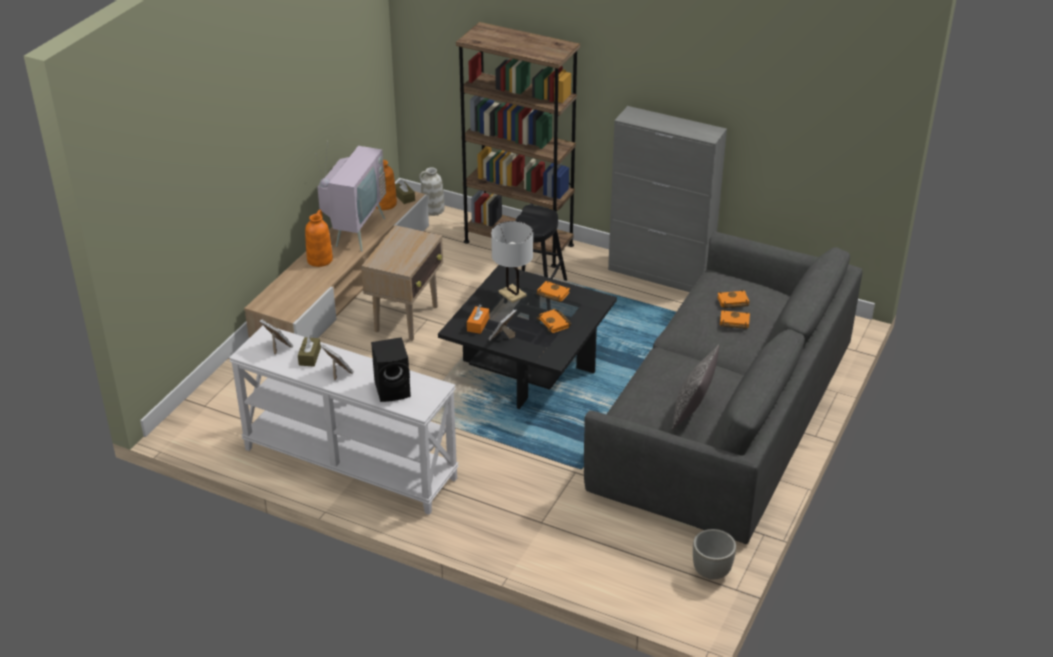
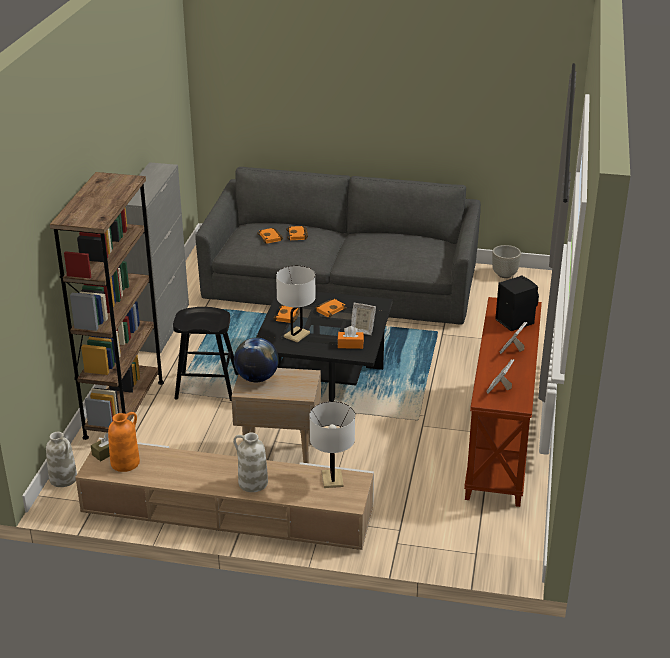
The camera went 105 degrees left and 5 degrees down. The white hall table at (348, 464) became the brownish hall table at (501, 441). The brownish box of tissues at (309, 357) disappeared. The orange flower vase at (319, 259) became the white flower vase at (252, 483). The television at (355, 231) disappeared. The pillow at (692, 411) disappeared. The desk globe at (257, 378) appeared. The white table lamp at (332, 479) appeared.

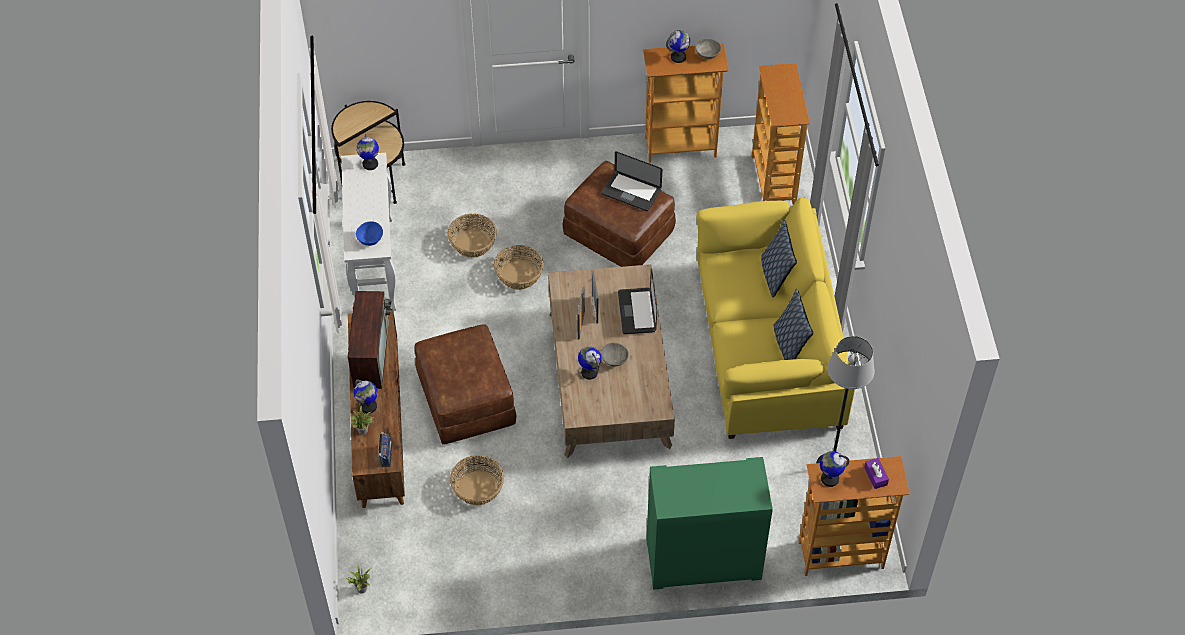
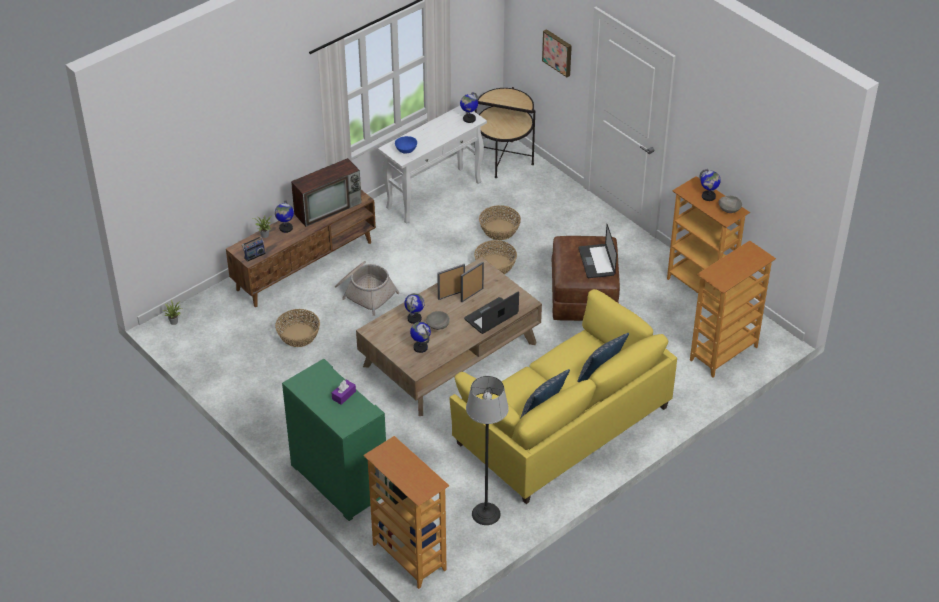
The camera went 55 degrees right and 10 degrees down. The brownish pouffe at (465, 399) was replaced by the household basket at (365, 293). The desk globe moved from (829, 478) to (420, 347). The purplish box of tissues moved from (875, 476) to (344, 395). The picture at (558, 52) appeared.

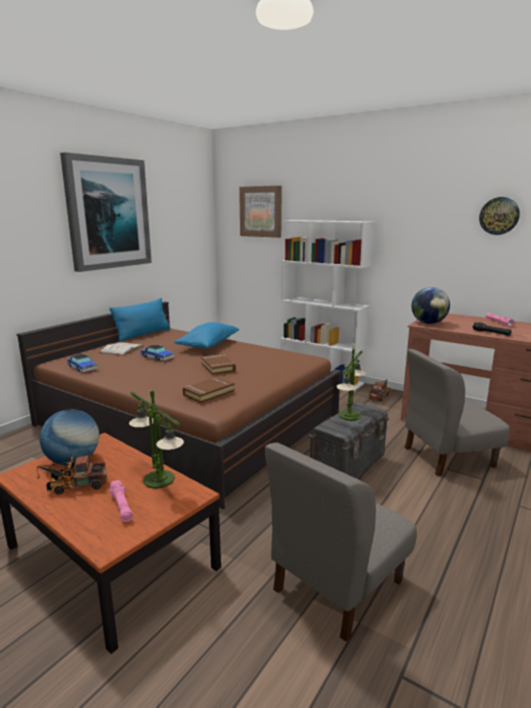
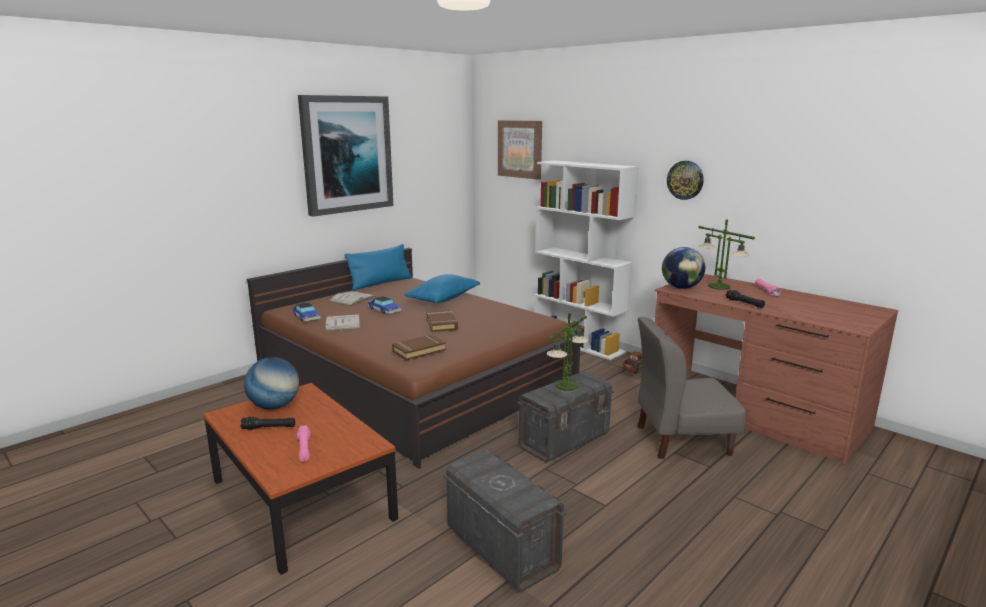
The camera went 10 degrees right and 0 degrees up. The model truck at (74, 486) was replaced by the blackish hand torch at (269, 428). The table lamp moved from (158, 479) to (718, 286). The grey plain chair at (336, 585) was replaced by the grey storage container at (501, 547). The wall clock moved from (499, 216) to (685, 180). The white volume at (343, 323) appeared.

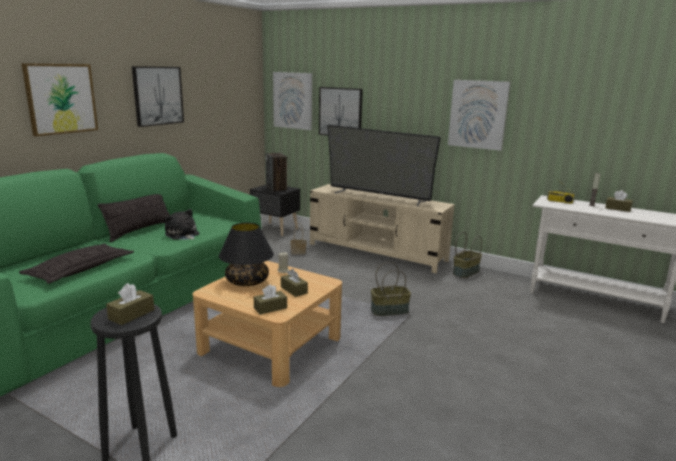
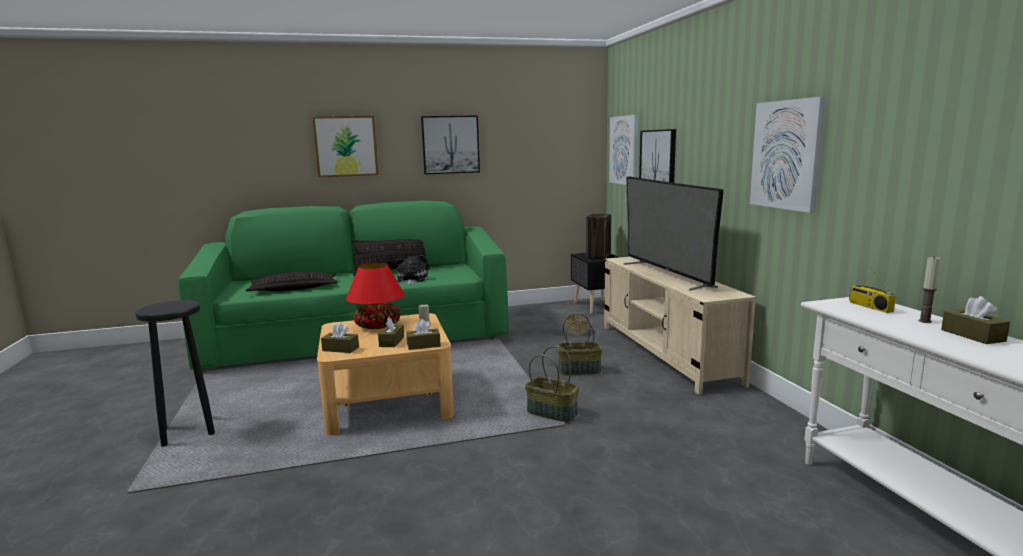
The camera went 45 degrees right and 5 degrees down. The brownish box of tissues moved from (131, 314) to (423, 345). The blackish table lamp at (247, 282) became the red table lamp at (377, 326). The household basket moved from (465, 272) to (579, 370).

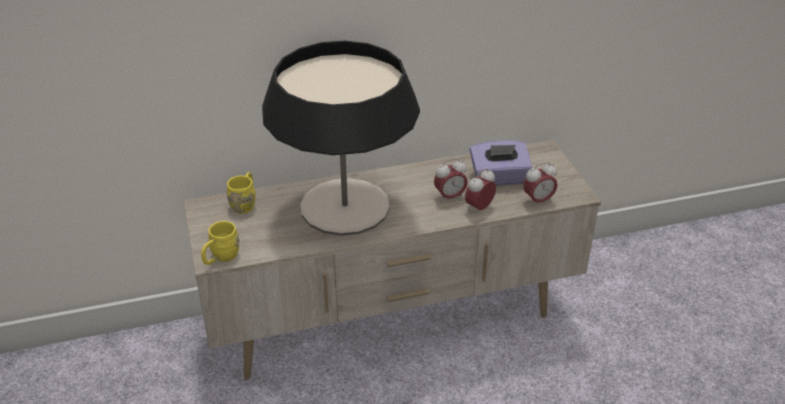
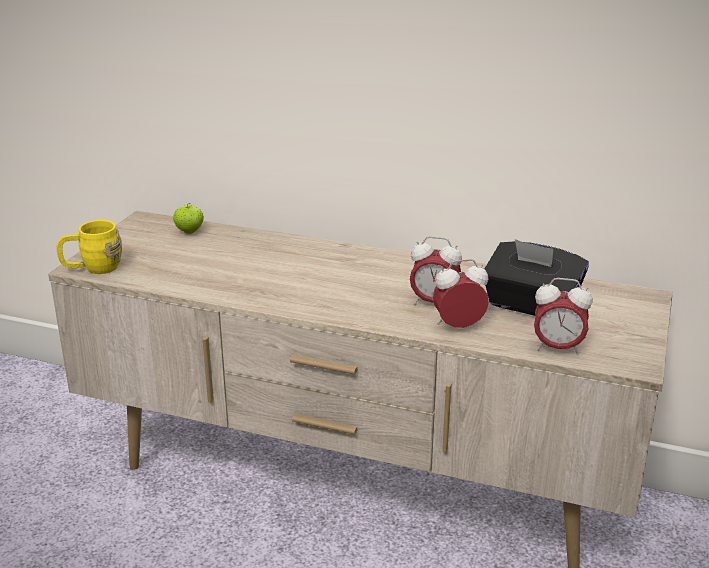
The camera went 35 degrees right and 10 degrees down. The yellow-coloured mug at (245, 203) was replaced by the apple fruit at (189, 231). The table lamp at (345, 207) disappeared. The purplish box of tissues at (499, 178) became the blackish box of tissues at (531, 305).

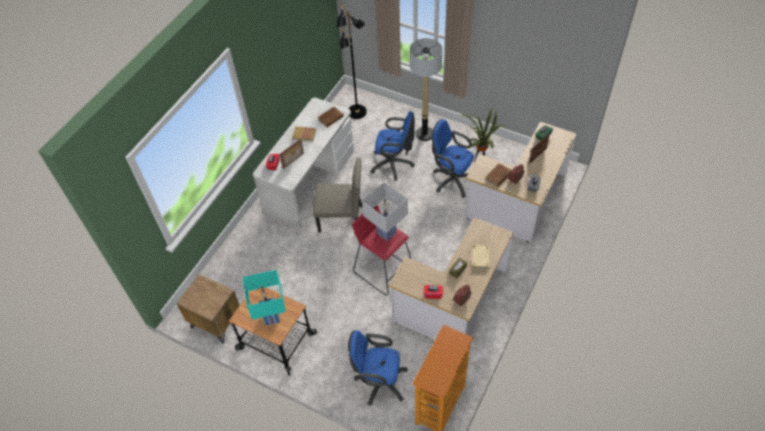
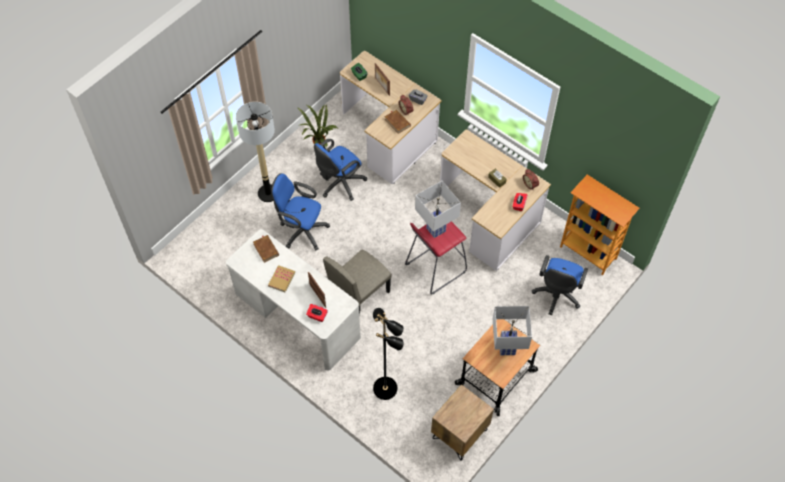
The camera went 80 degrees left and 5 degrees up. The turquoise table lamp at (271, 318) became the white table lamp at (507, 348). The sand-coloured plain chair at (341, 219) turned 150 degrees counterclockwise. The blackish floor lamp moved from (357, 112) to (386, 388). The bluish computer chair at (394, 164) turned 90 degrees counterclockwise. The sand-coloured volume at (481, 258) disappeared.

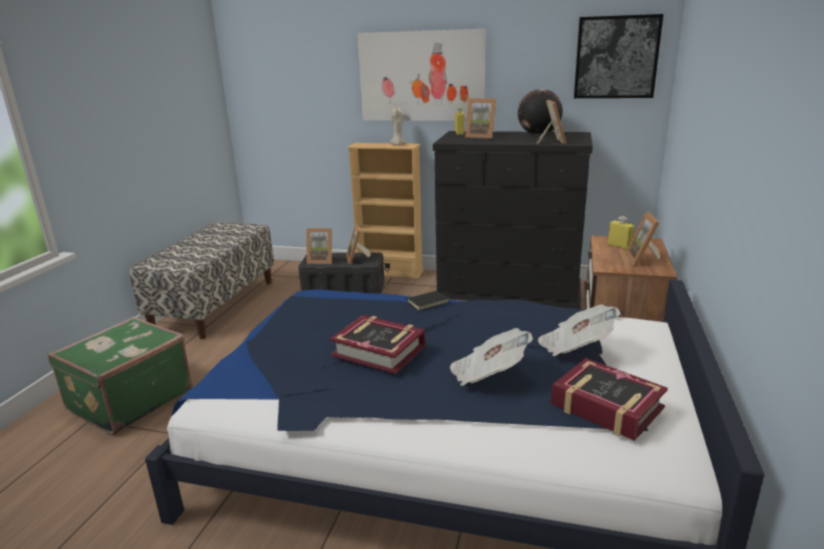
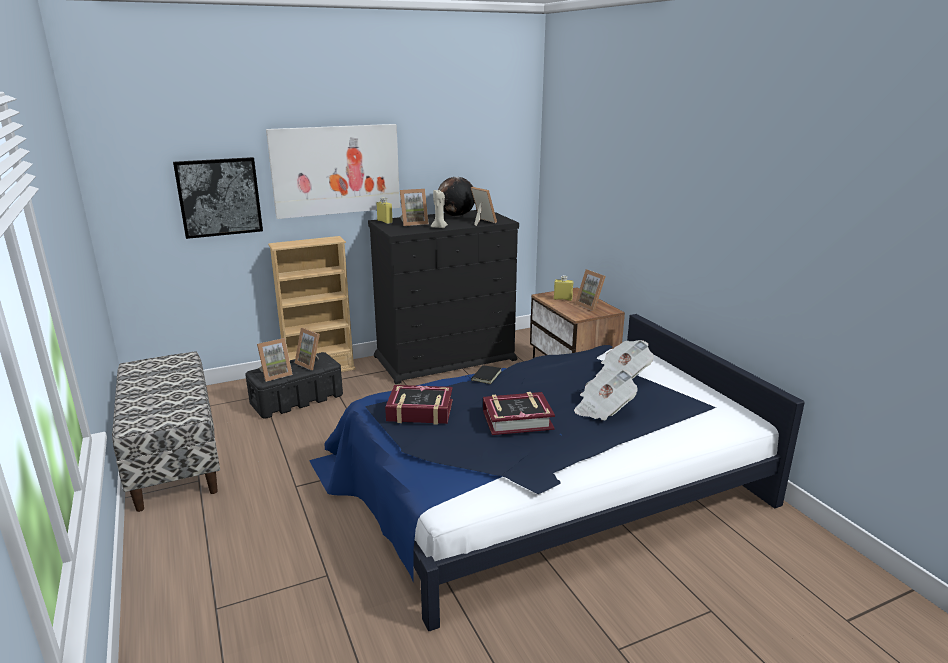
The camera went 40 degrees left and 0 degrees up. The greenish travel case at (129, 400) disappeared. The sand-coloured wax light moved from (398, 145) to (439, 227). The volume moved from (606, 406) to (420, 411). The picture moved from (616, 57) to (219, 197).

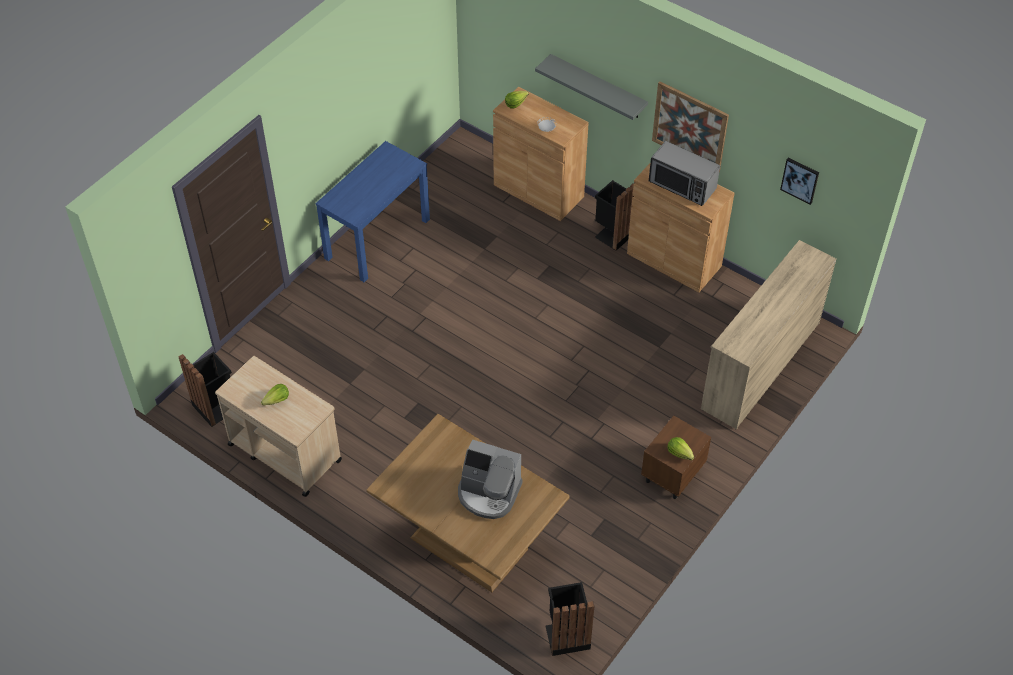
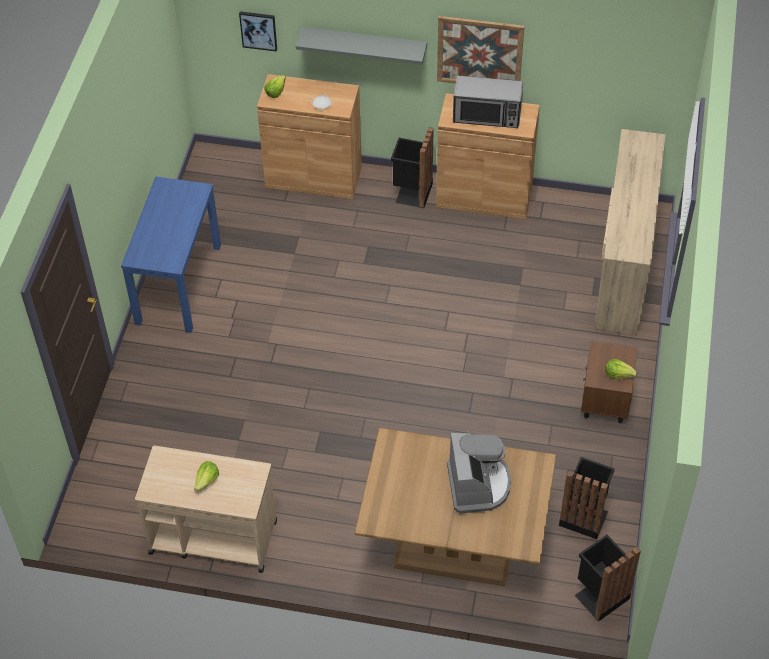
The camera went 25 degrees left and 0 degrees up. The blackish waste bin moved from (216, 406) to (583, 516). The coffee maker at (488, 493) turned 90 degrees counterclockwise. The picture moved from (800, 180) to (258, 30).

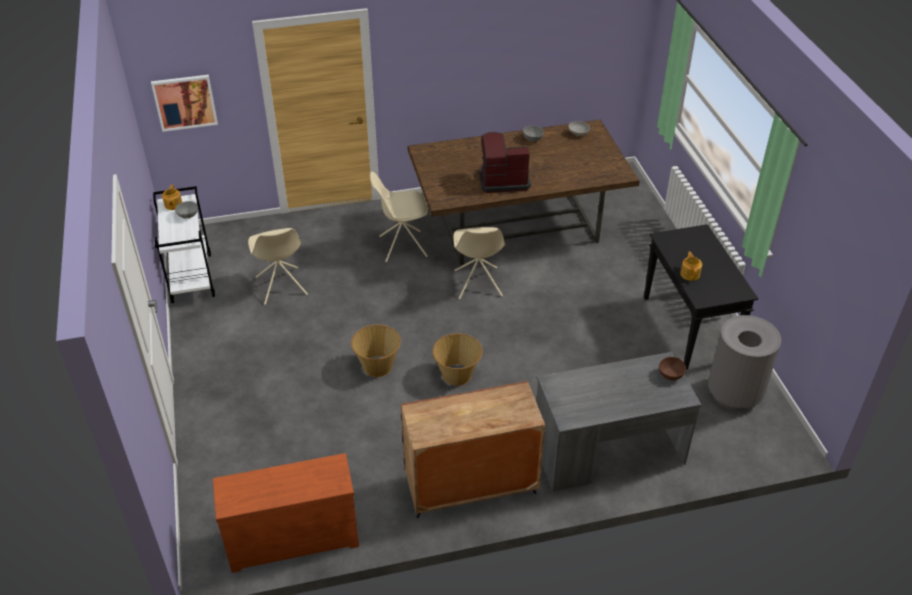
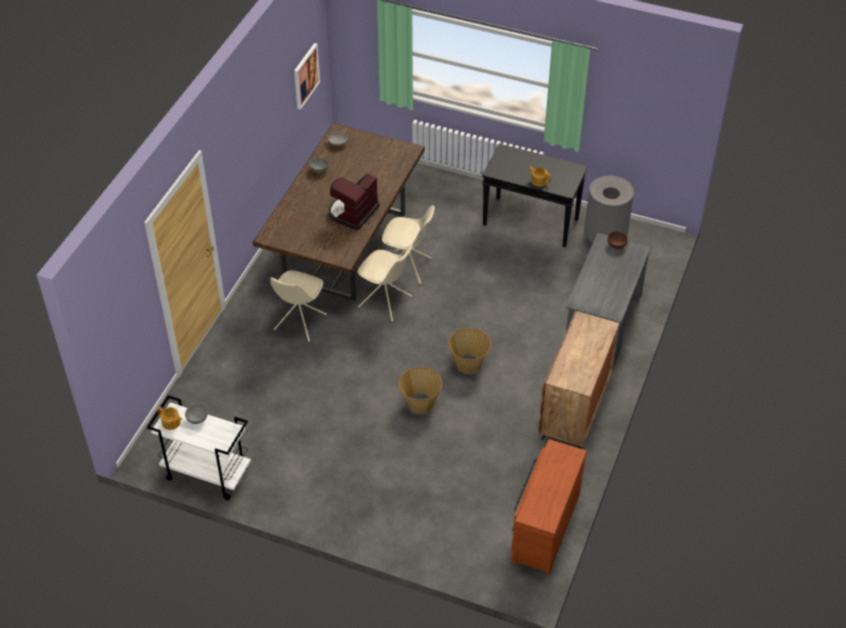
The camera went 55 degrees left and 5 degrees up. The picture moved from (185, 102) to (305, 76). The sand-coloured plain chair moved from (281, 287) to (408, 267).

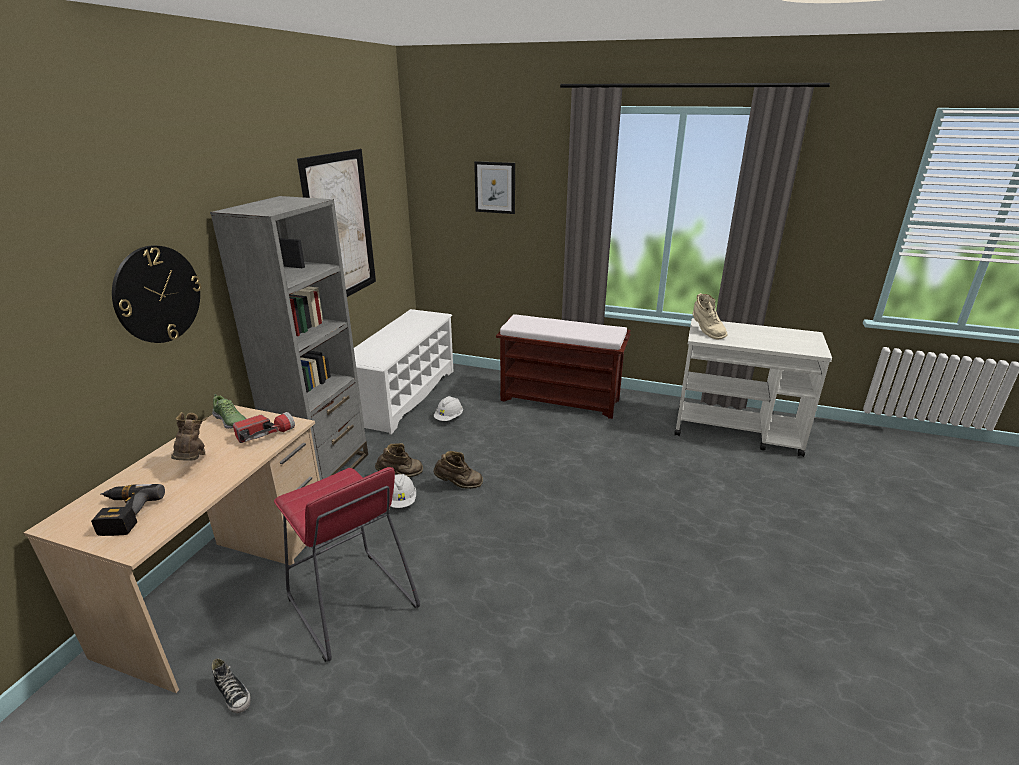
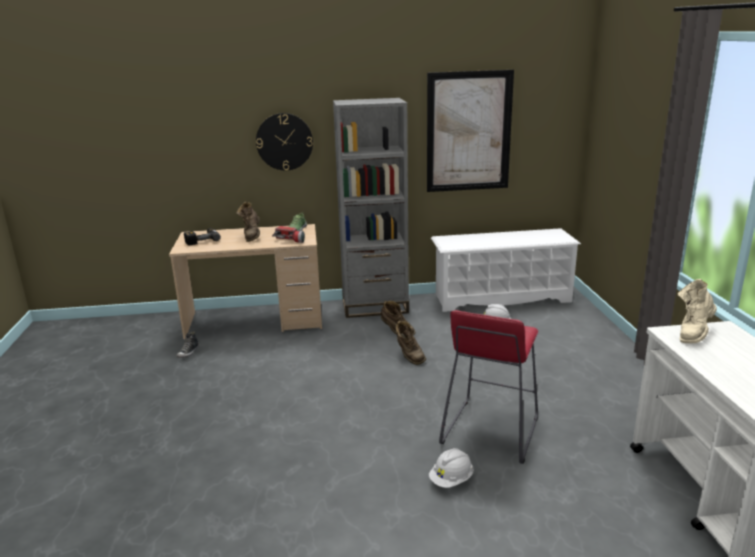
The camera went 65 degrees right and 5 degrees down. The brownish tall boot at (194, 462) turned 135 degrees clockwise. The red stool seat moved from (352, 603) to (490, 431). The white safety helmet moved from (401, 500) to (451, 480). The picture at (495, 187) disappeared. The brownish bench at (561, 399) disappeared.

